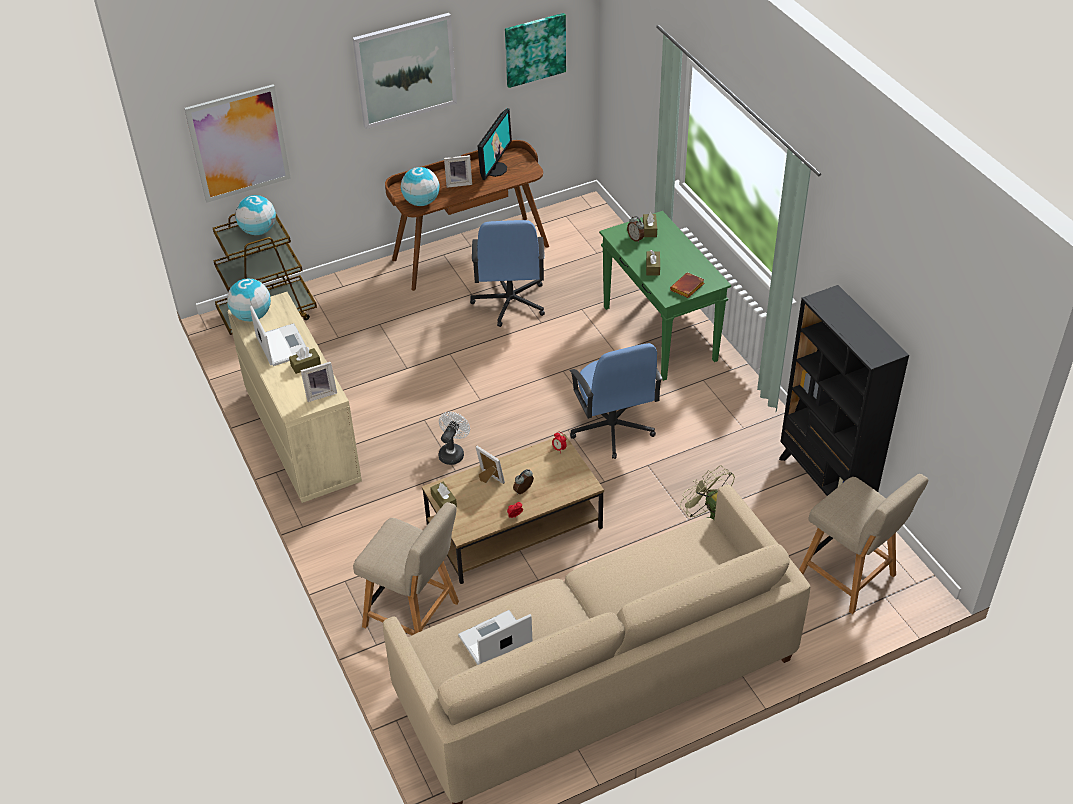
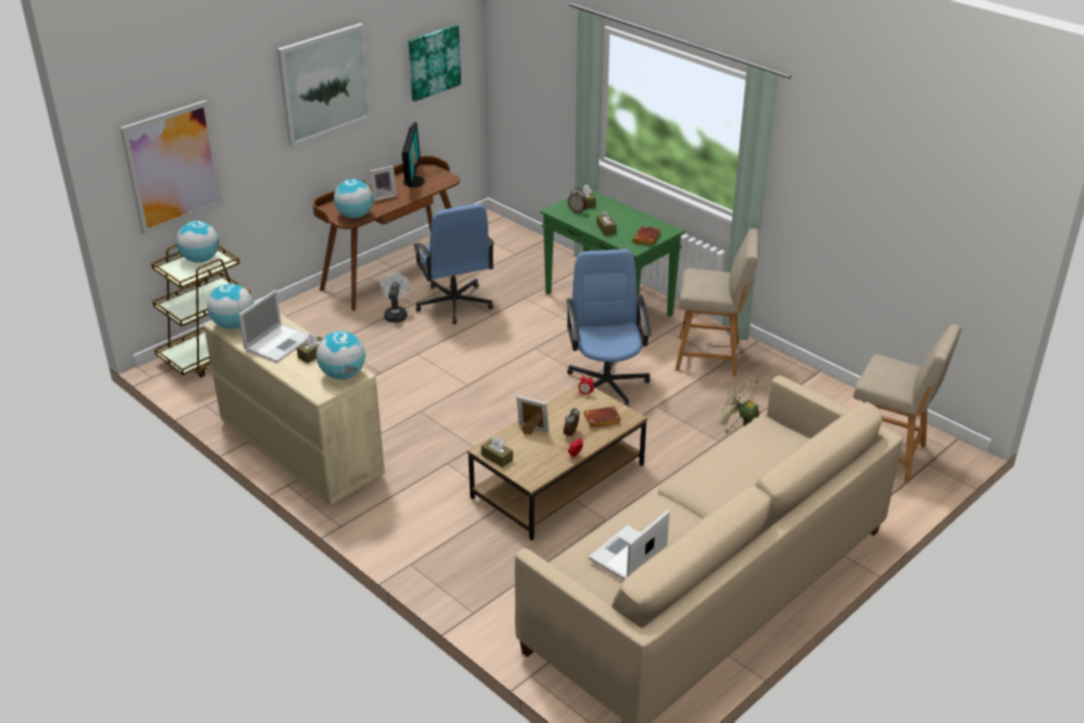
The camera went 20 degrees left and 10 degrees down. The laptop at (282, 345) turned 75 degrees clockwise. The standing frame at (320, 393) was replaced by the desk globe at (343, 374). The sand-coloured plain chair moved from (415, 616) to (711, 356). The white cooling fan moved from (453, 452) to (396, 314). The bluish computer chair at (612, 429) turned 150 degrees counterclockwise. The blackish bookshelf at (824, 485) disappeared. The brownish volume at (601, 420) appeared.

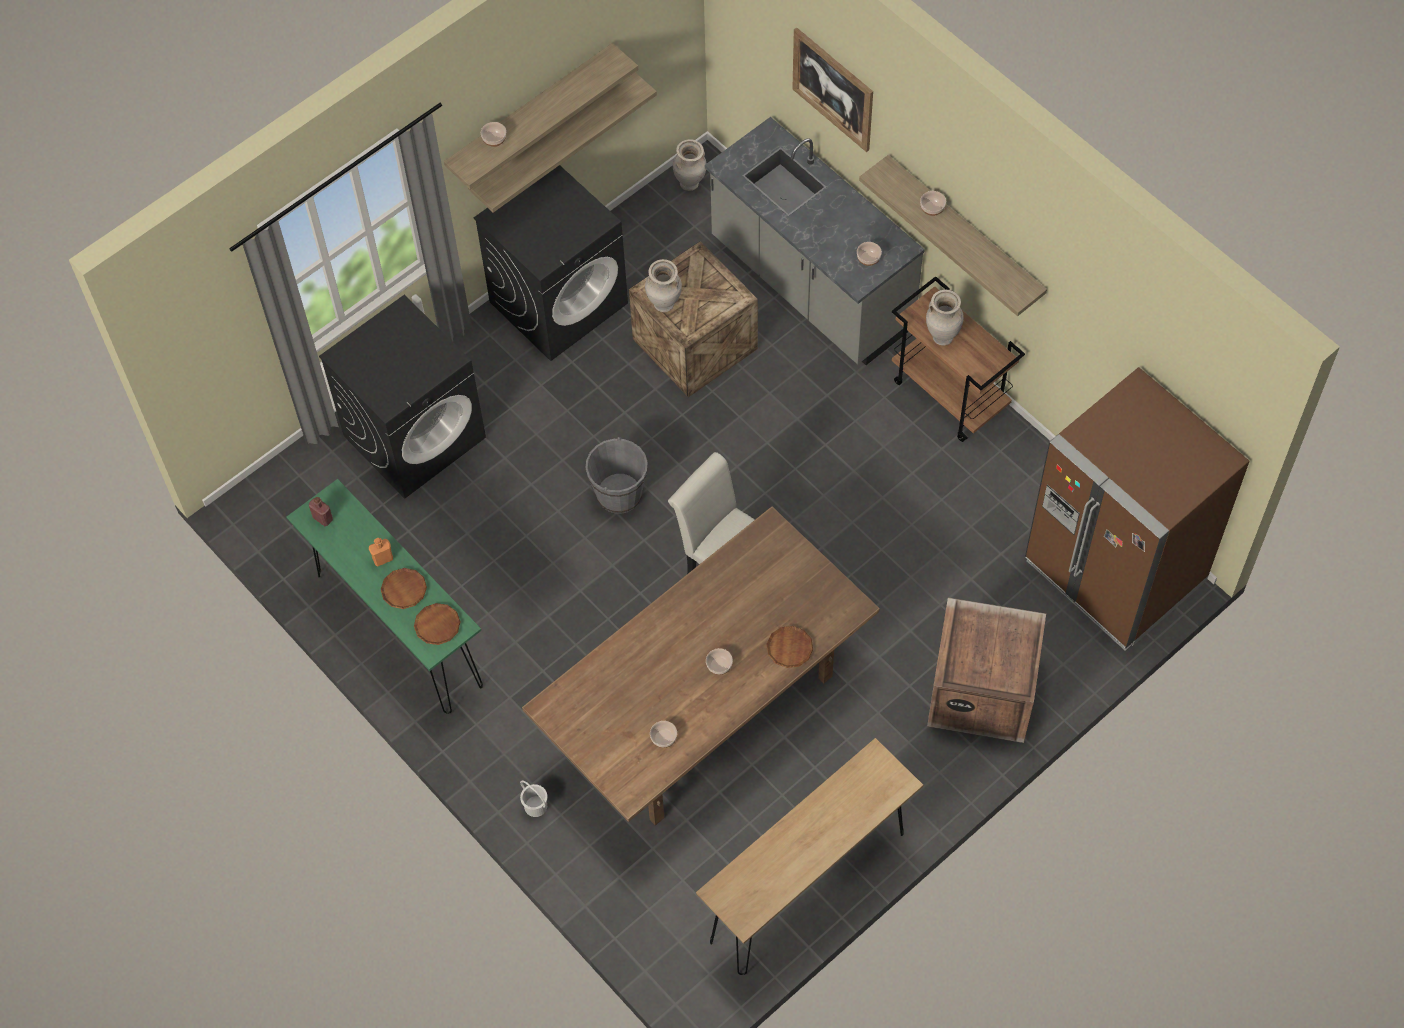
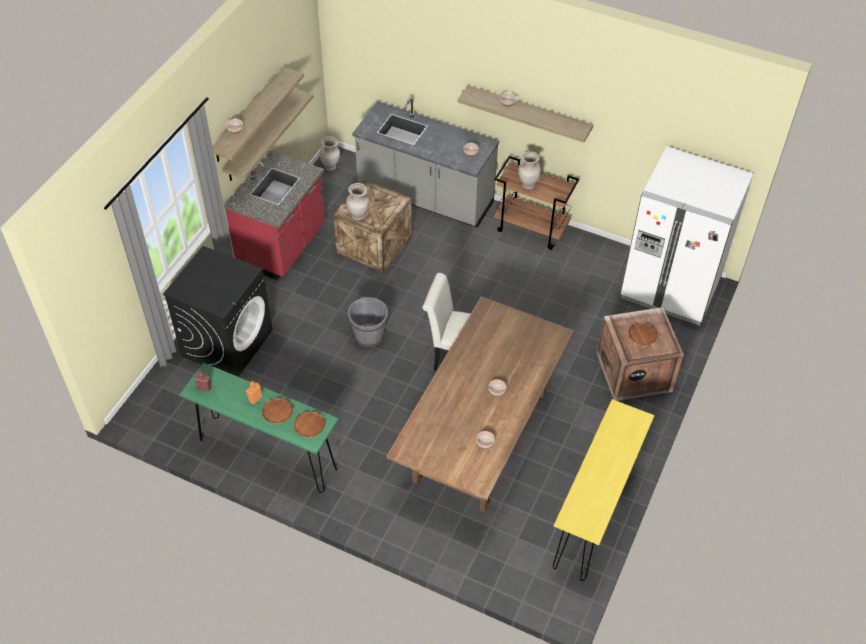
The camera went 25 degrees left and 10 degrees down. The blackish washing machine at (559, 302) was replaced by the red counter at (283, 246). The white water bucket at (535, 806) disappeared. The brownish hall table at (808, 886) became the yellow-coloured hall table at (594, 514). The brownish plate moved from (789, 648) to (642, 335). The picture at (833, 89) disappeared. The brownish fridge at (1114, 572) became the white fridge at (670, 288).

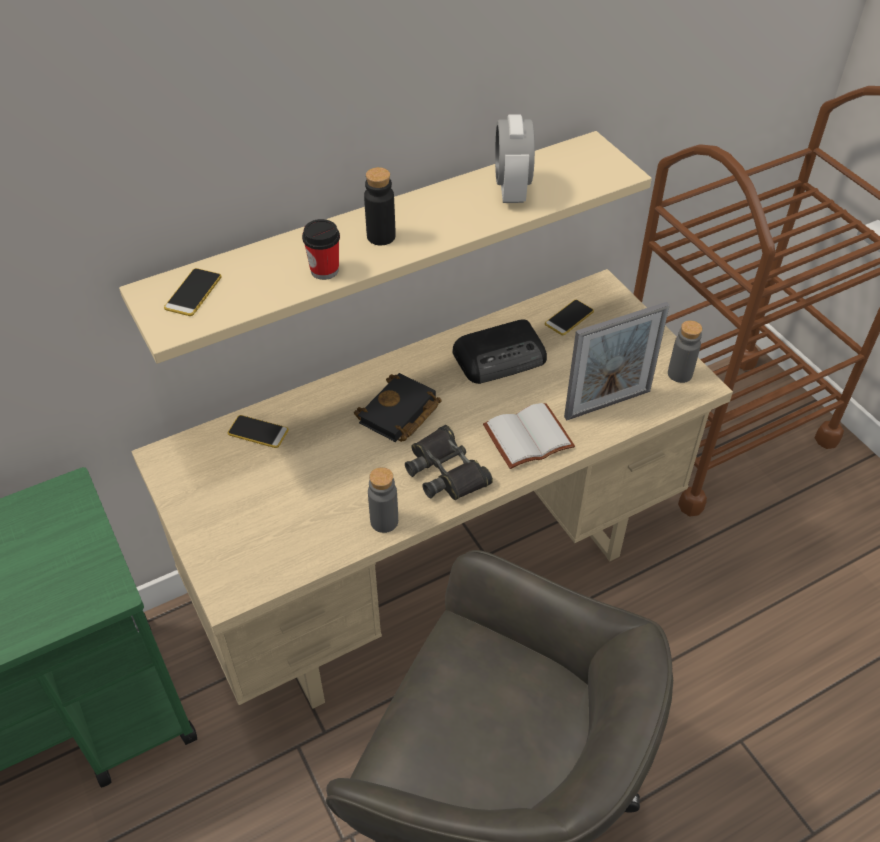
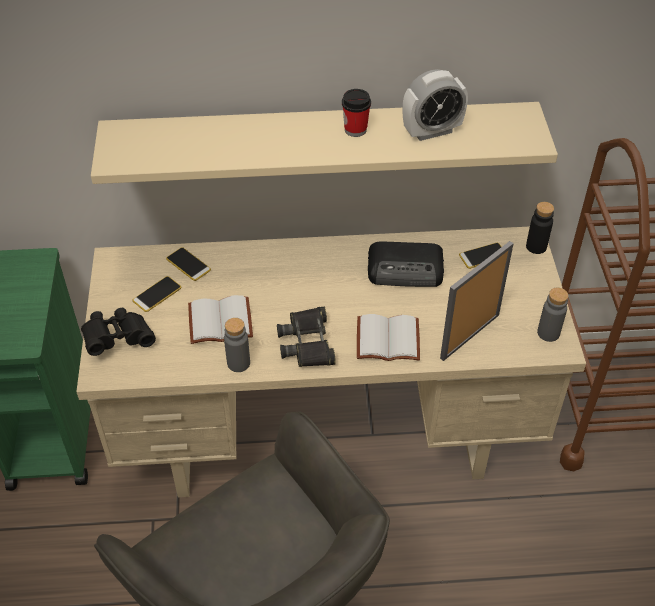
The camera went 25 degrees right and 0 degrees up. The phone moved from (193, 293) to (157, 294). The small cup moved from (324, 270) to (355, 130). The blackish volume at (399, 414) disappeared. The blackish beverage bottle moved from (381, 236) to (536, 246). The table clock at (512, 190) turned 135 degrees counterclockwise. The standing frame at (607, 404) turned 135 degrees clockwise. The blackish field glasses at (118, 339) appeared. The white volume at (219, 323) appeared.

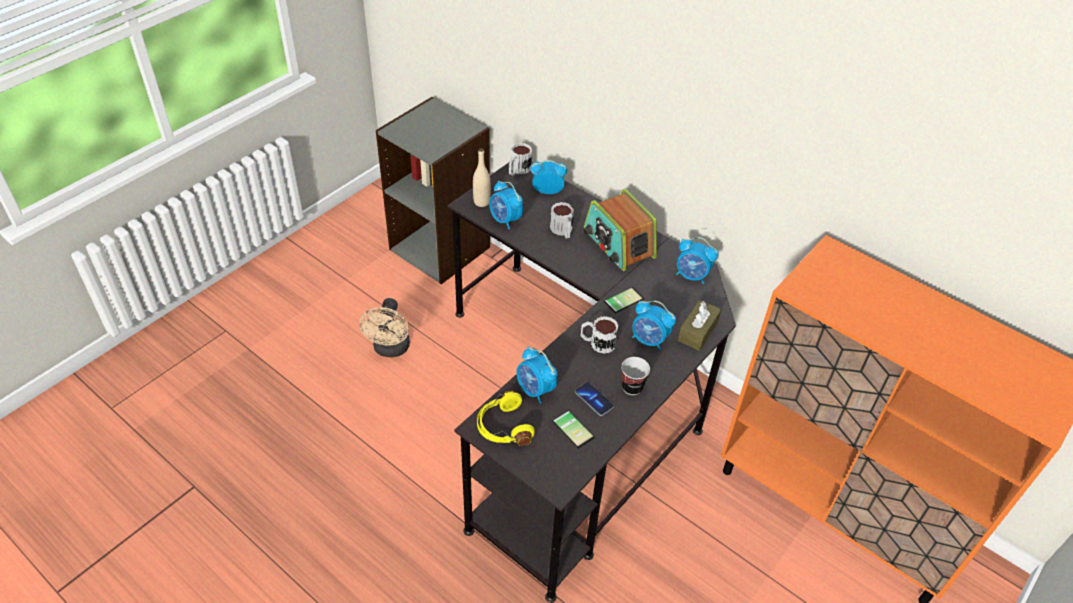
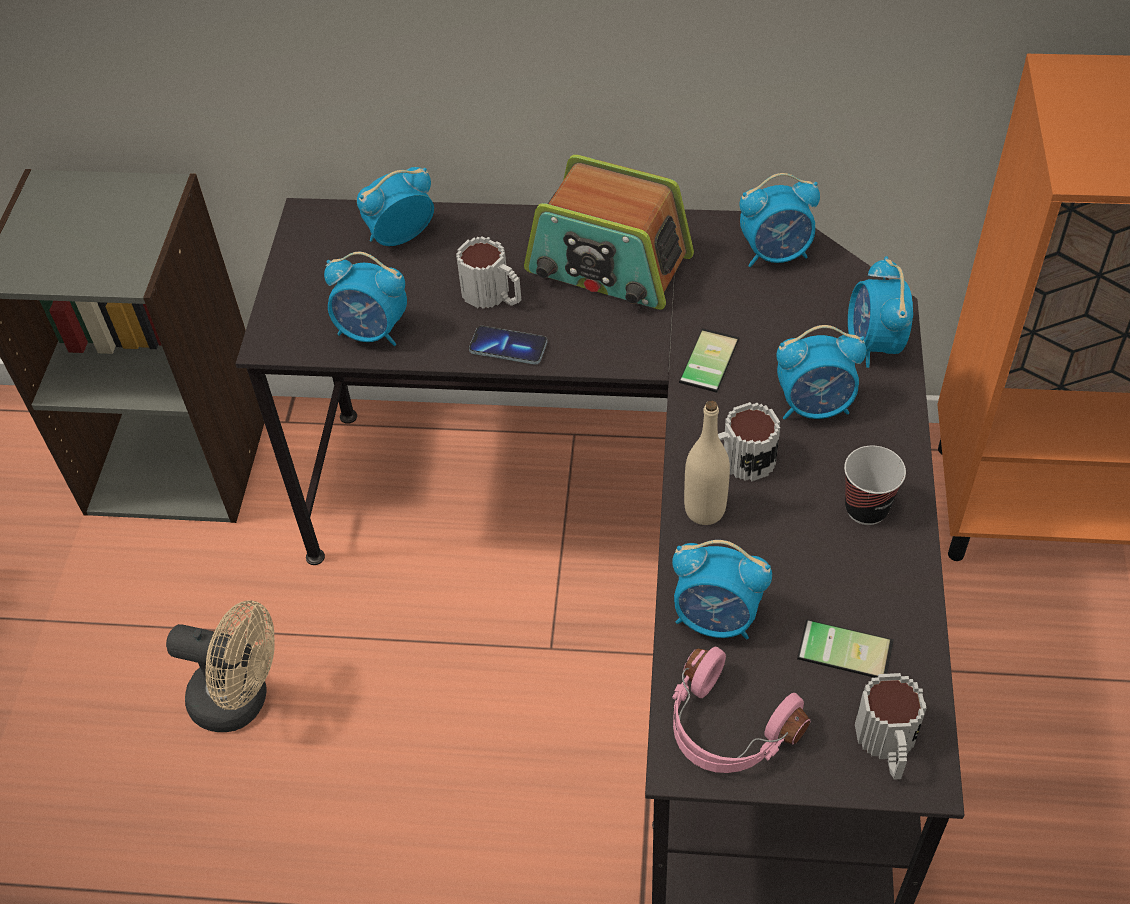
The camera went 30 degrees left and 5 degrees up. The sand-coloured cooling fan at (390, 349) turned 45 degrees counterclockwise. The sand-coloured beverage bottle moved from (481, 202) to (704, 510). The yellow-coloured headset at (503, 427) became the pink-coloured headset at (727, 729). The mug moved from (518, 170) to (887, 745). The phone moved from (594, 399) to (508, 347). The brownish box of tissues at (698, 331) was replaced by the table clock at (873, 344).

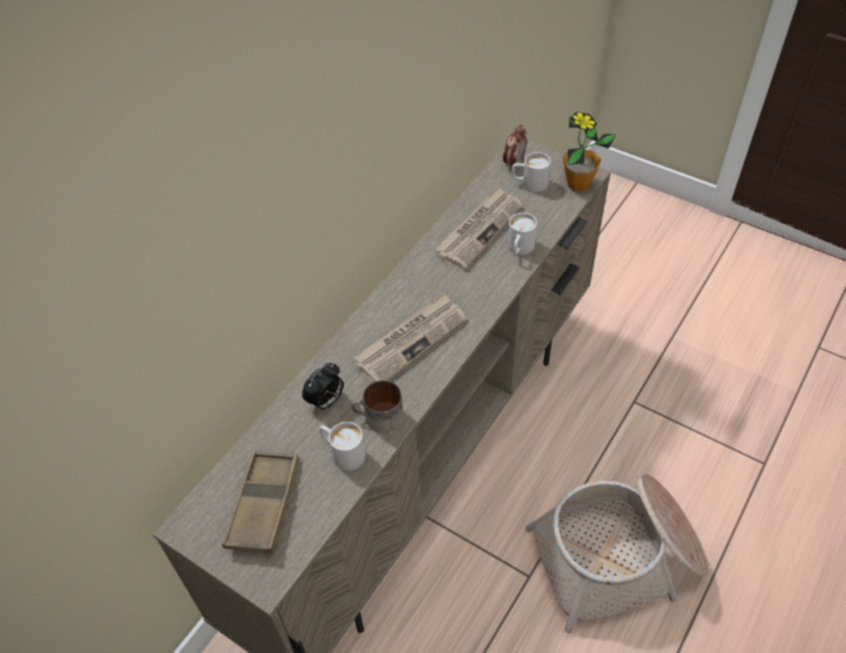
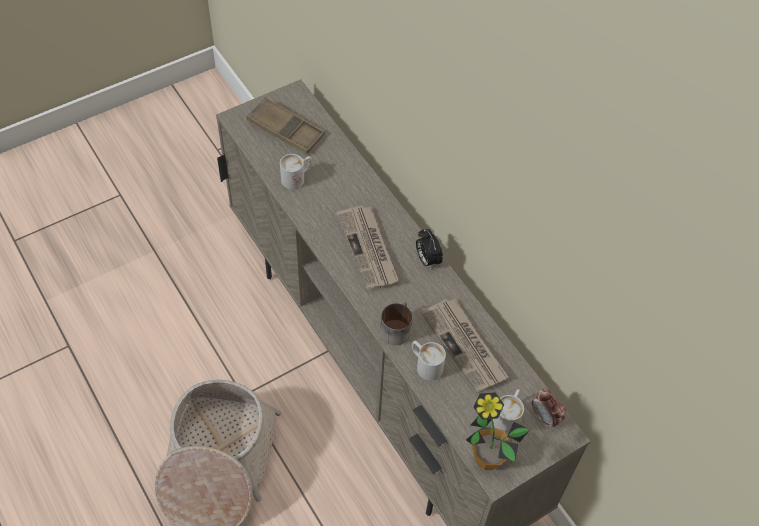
The camera went 110 degrees right and 5 degrees up. The table clock moved from (326, 401) to (427, 260). The mug moved from (378, 418) to (395, 328).

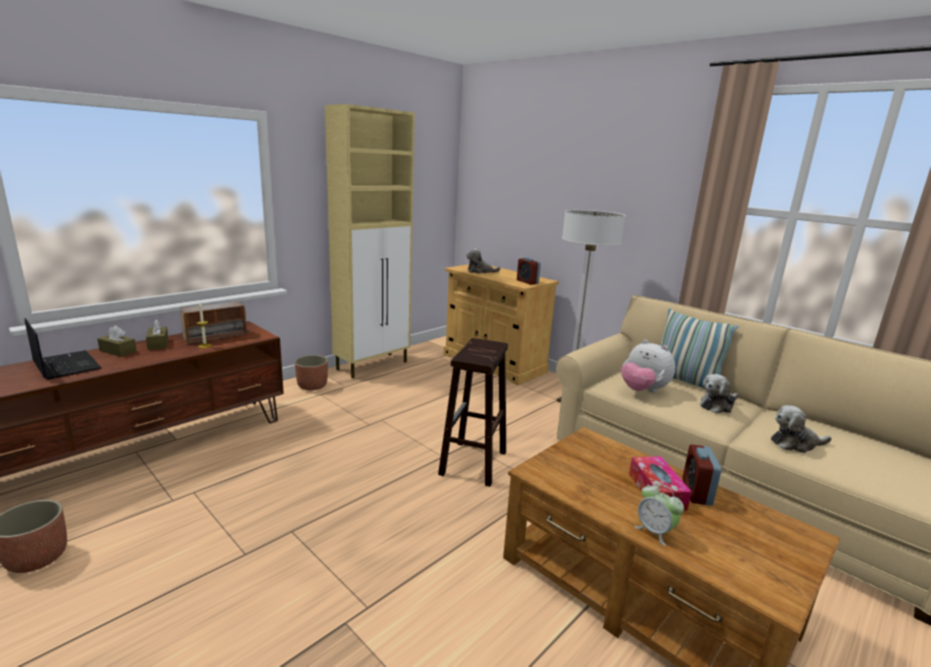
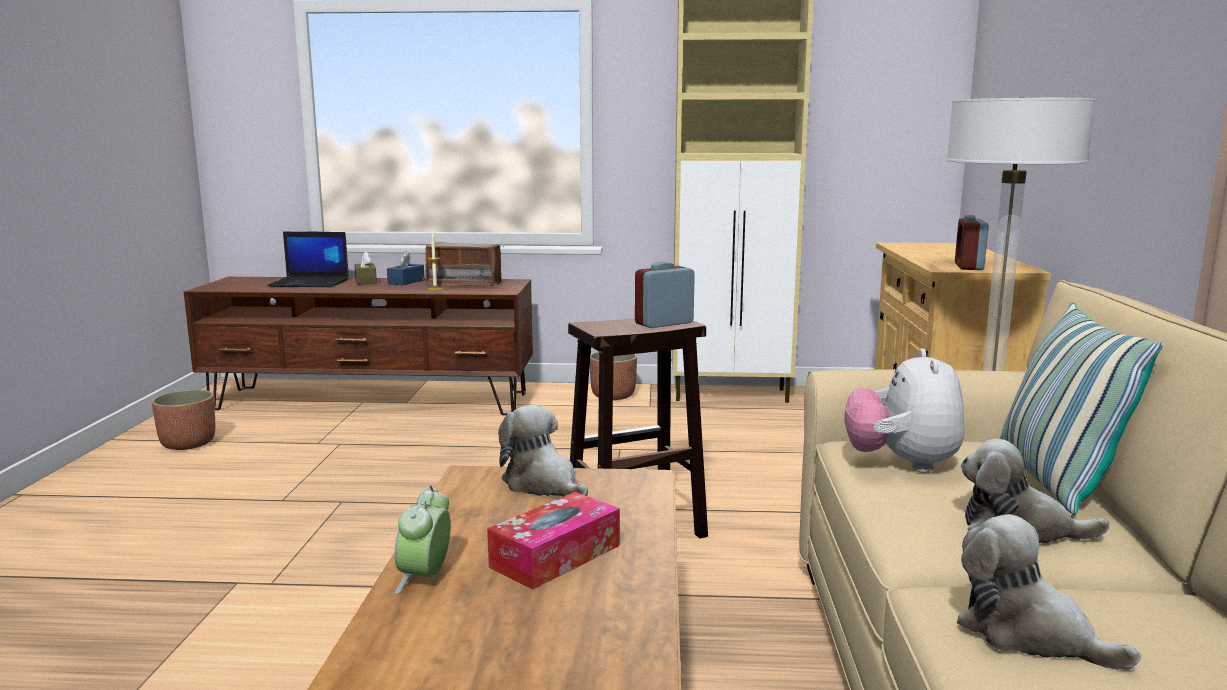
The camera went 50 degrees right and 5 degrees down. The laptop at (65, 365) turned 90 degrees clockwise. The brownish box of tissues at (158, 344) became the bluish box of tissues at (406, 282). The soft toy moved from (480, 271) to (543, 484). The table clock moved from (696, 492) to (664, 323).

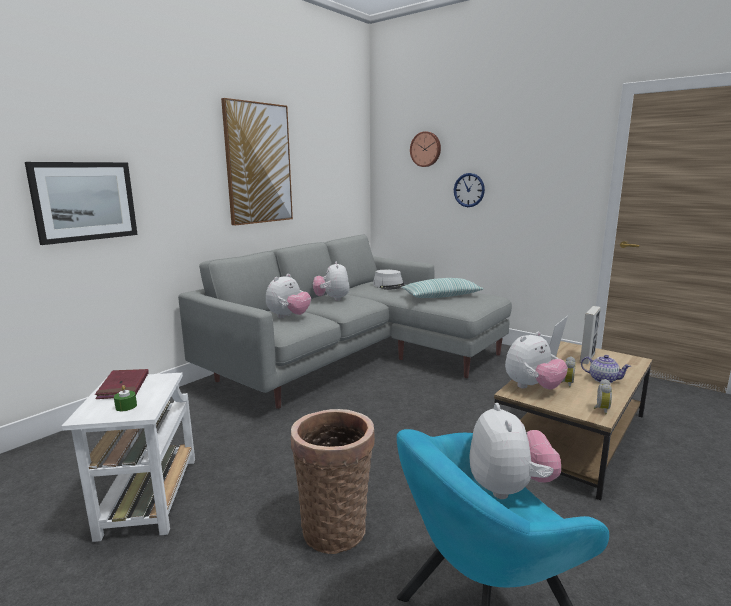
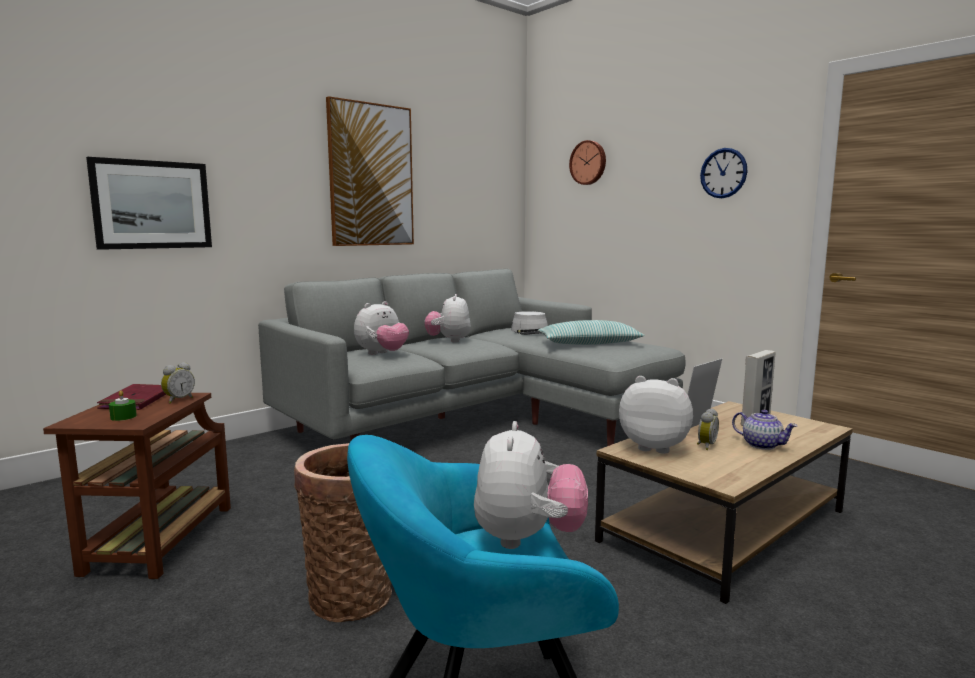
The camera went 10 degrees right and 5 degrees down. The white accent table at (148, 499) became the brownish accent table at (158, 542). The wall clock moved from (469, 190) to (723, 173). The soft toy at (532, 387) turned 135 degrees counterclockwise. The table clock moved from (600, 409) to (178, 400).

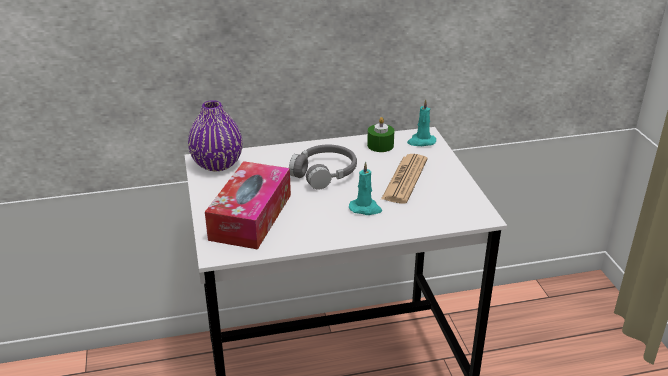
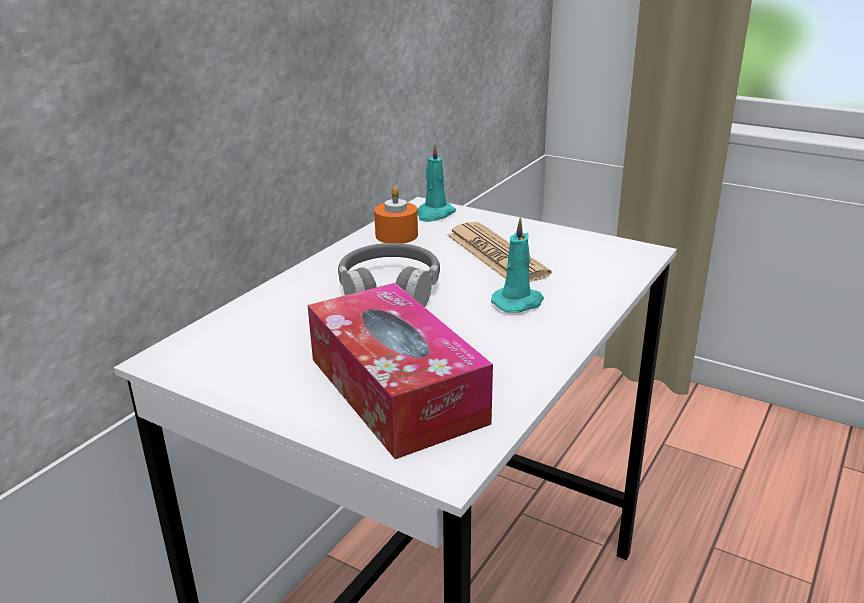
The camera went 45 degrees left and 5 degrees down. The purplish flower vase at (217, 164) disappeared. The greenish wax light at (380, 145) became the orange wax light at (396, 235).

